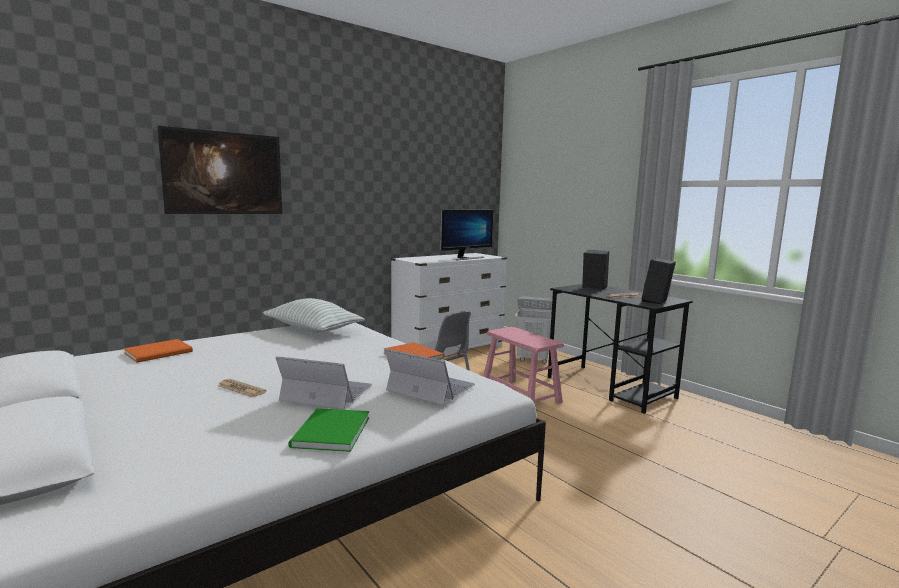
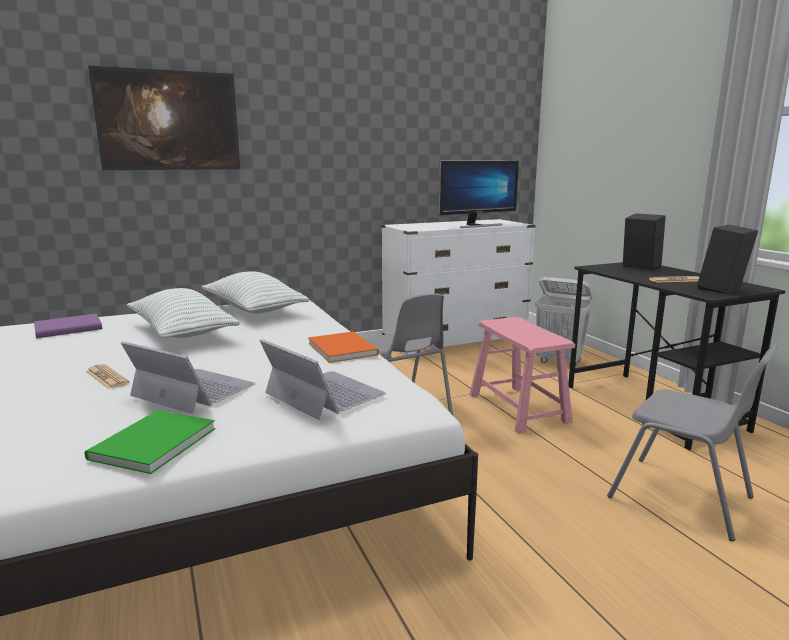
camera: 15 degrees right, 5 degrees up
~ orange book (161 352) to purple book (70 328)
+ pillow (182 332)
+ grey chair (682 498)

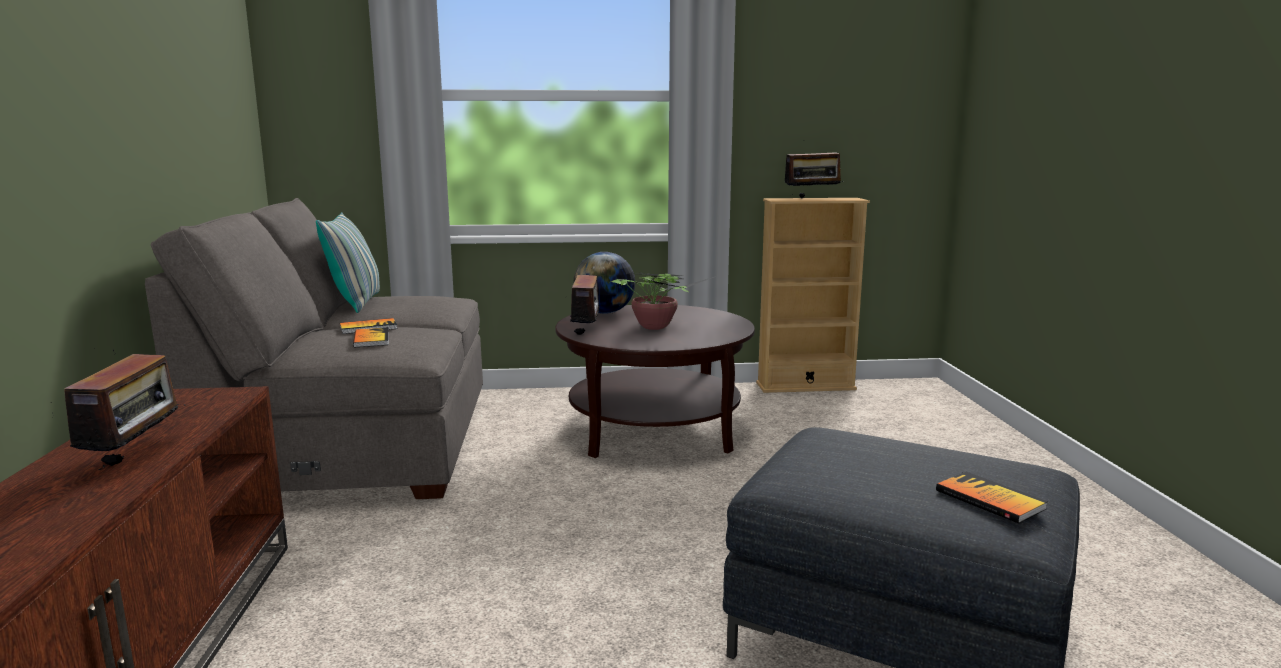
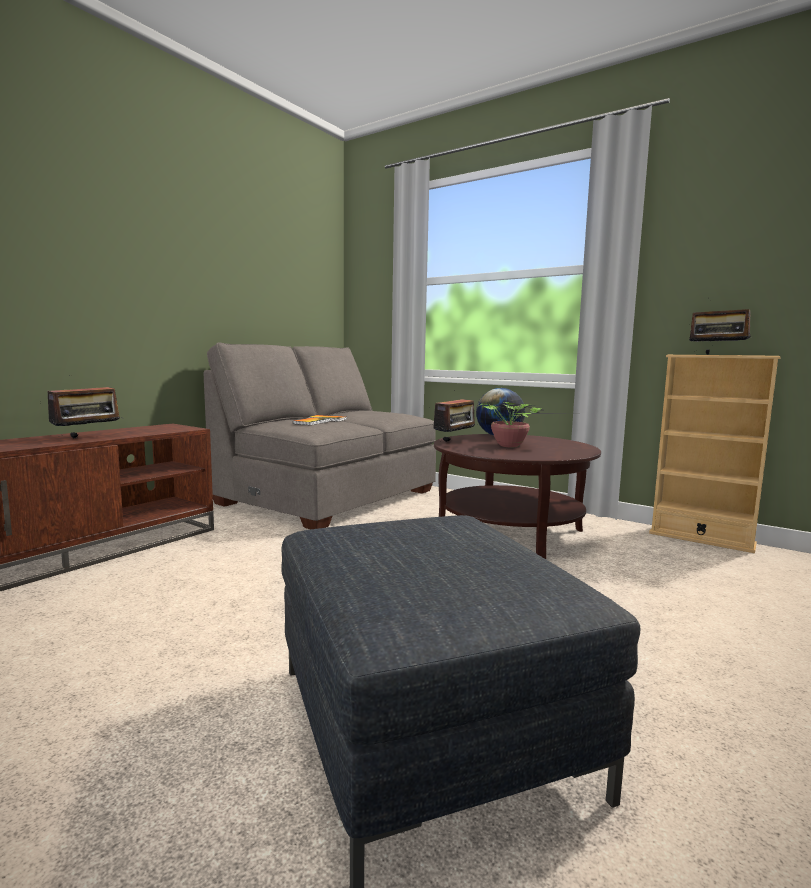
camera: 40 degrees right, 5 degrees down
- pillow (356 303)
- book (989 499)

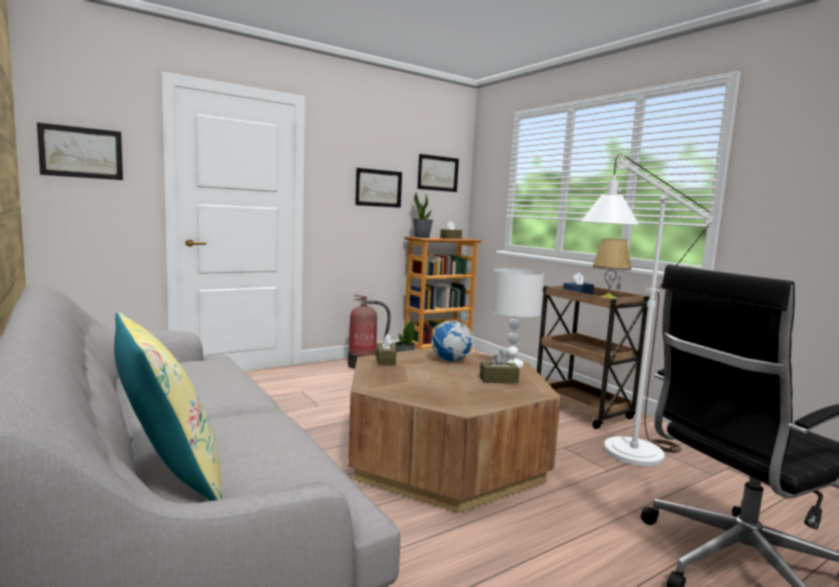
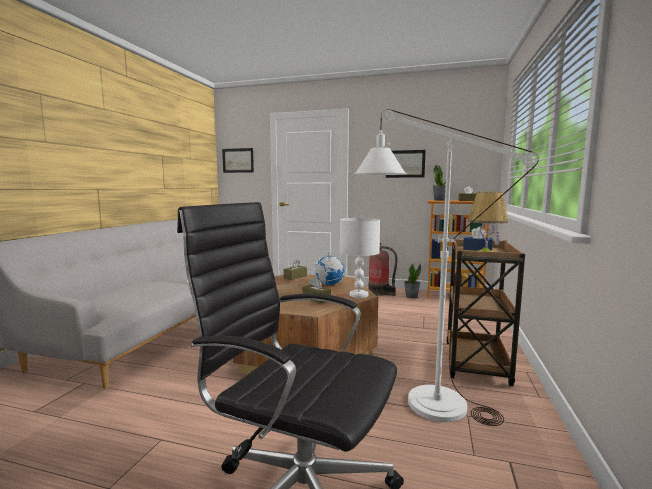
camera: 50 degrees right, 0 degrees up
- yellow pillow (167 475)
- picture (438 173)

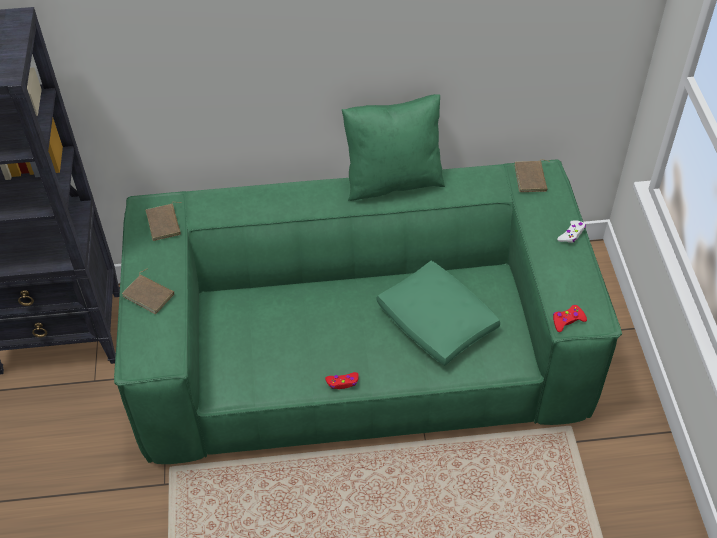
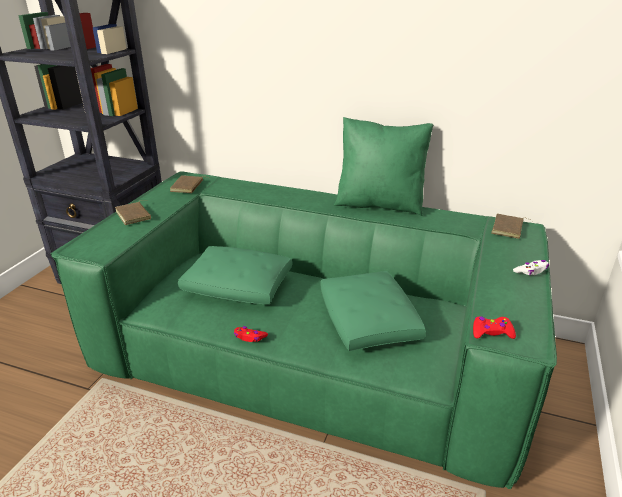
camera: 25 degrees right, 20 degrees down
+ green pillow (239 286)

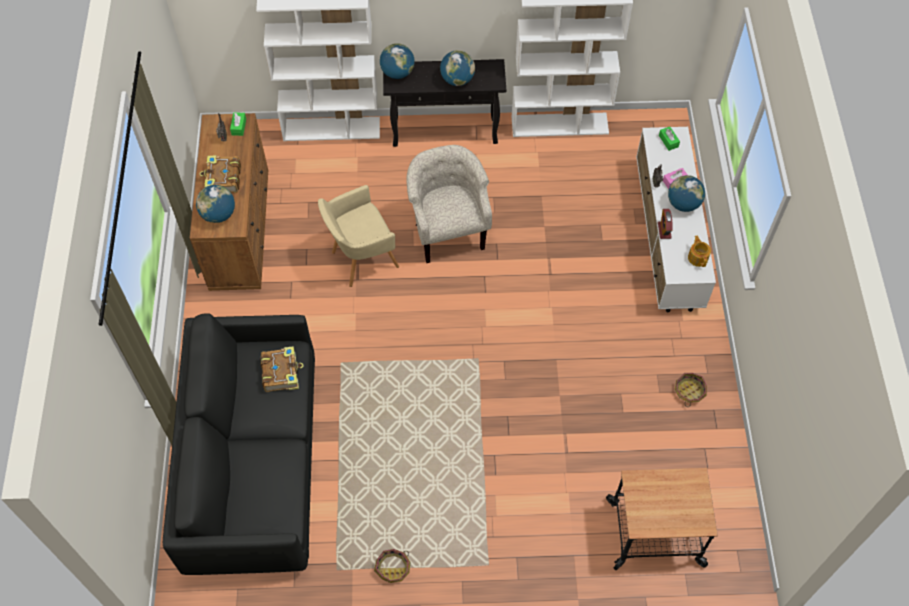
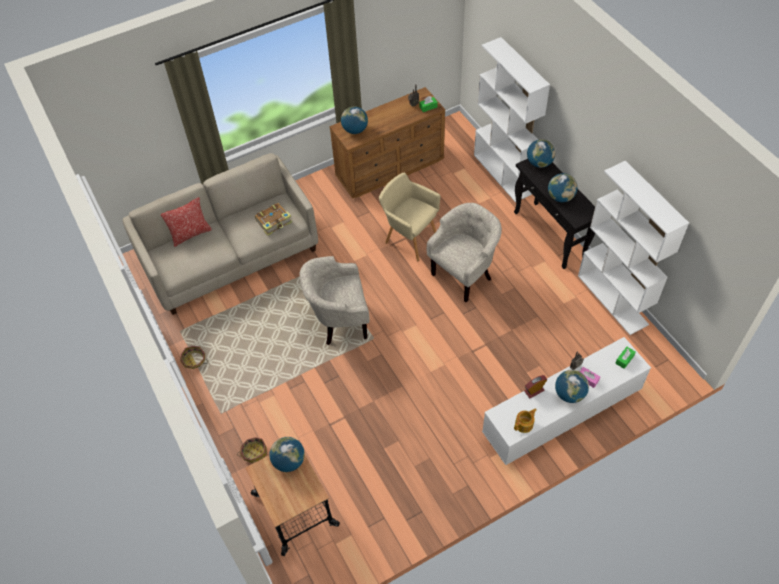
camera: 65 degrees right, 5 degrees down
~ black sofa (253 463) to beige sofa (230 255)
+ pillow (191 234)
~ basket (689 391) to (254 452)
+ globe (289 461)
+ beige armchair (339 323)
- book (223 179)

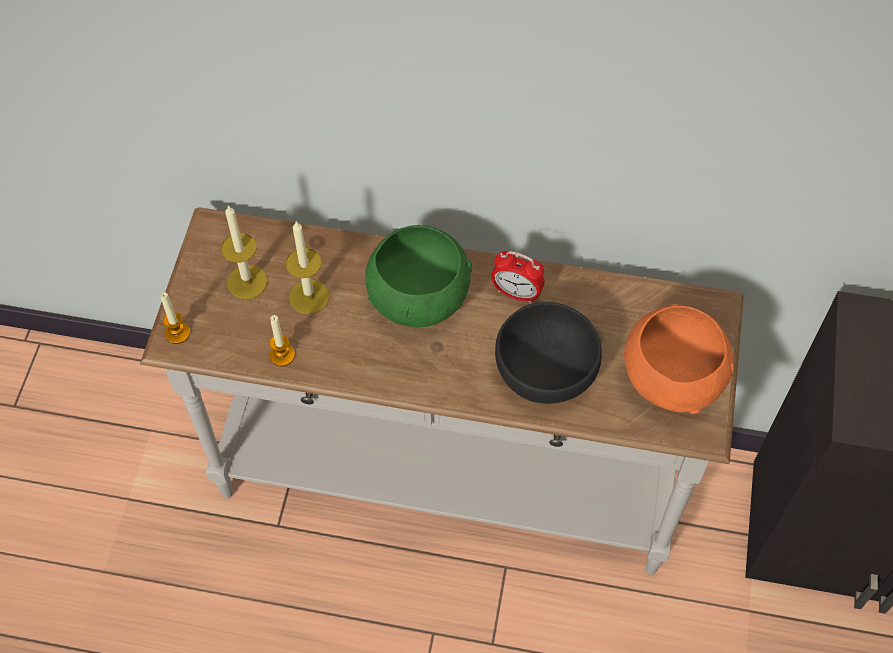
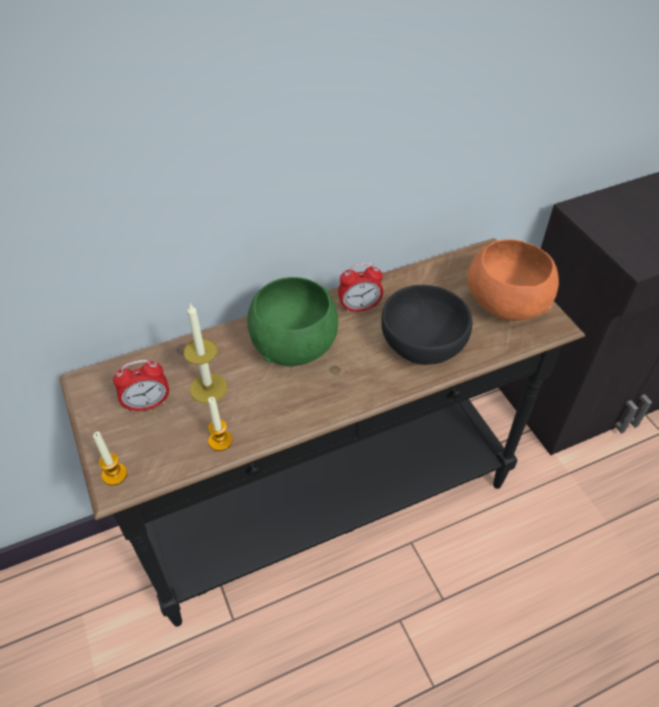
camera: 35 degrees left, 10 degrees down
~ white console table (446 480) to black console table (329 511)
~ candle (247 282) to alarm clock (147 404)

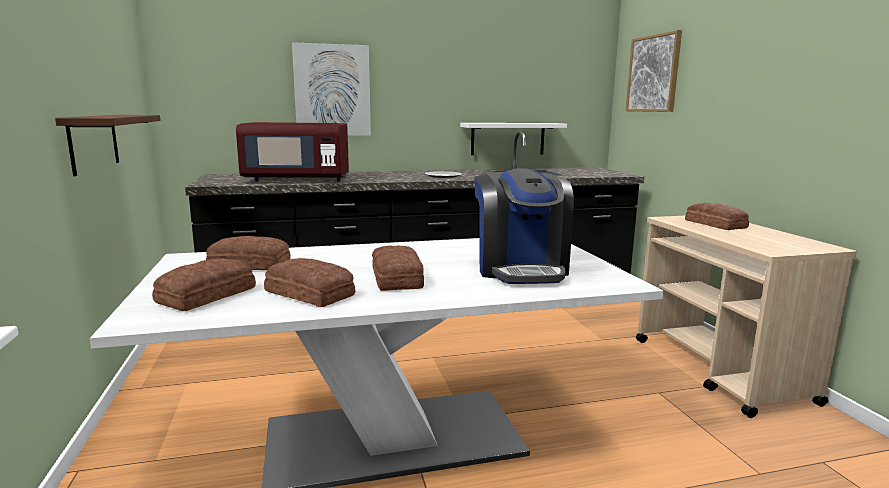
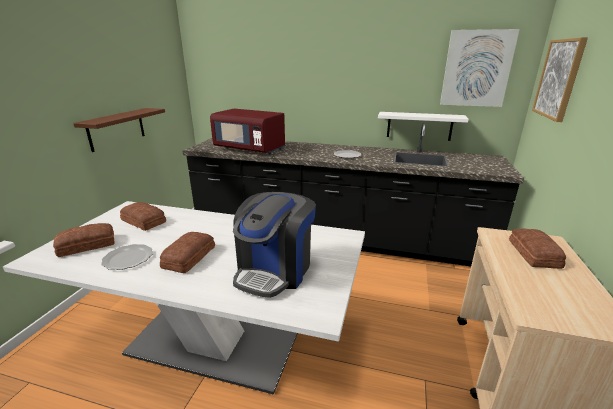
camera: 30 degrees right, 10 degrees up
~ bread (310 293) to plate (128 258)
~ picture (332 90) to (476 69)

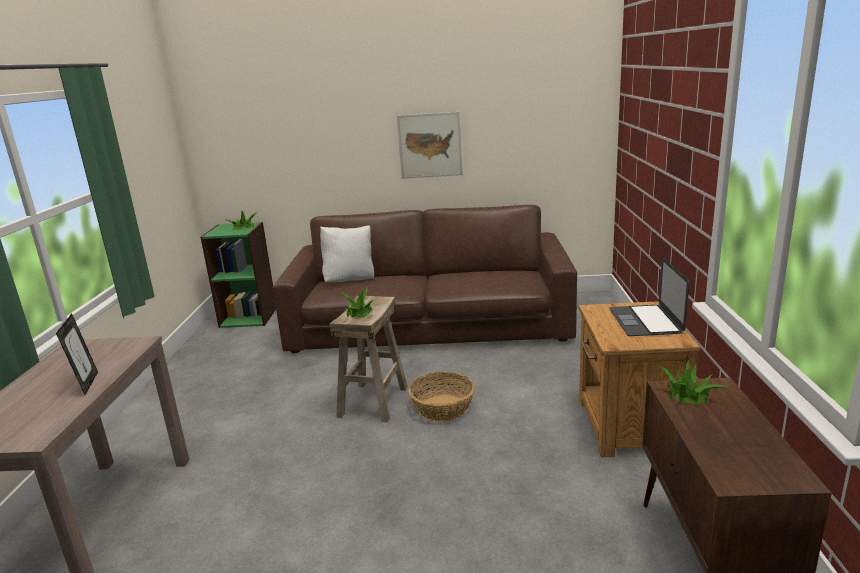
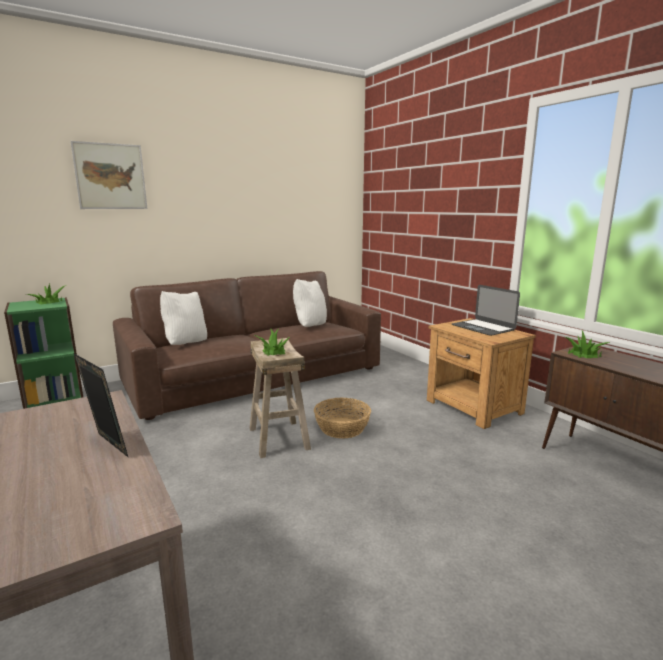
camera: 35 degrees left, 5 degrees down
~ picture (430 145) to (110 176)
+ white pillow (309 326)

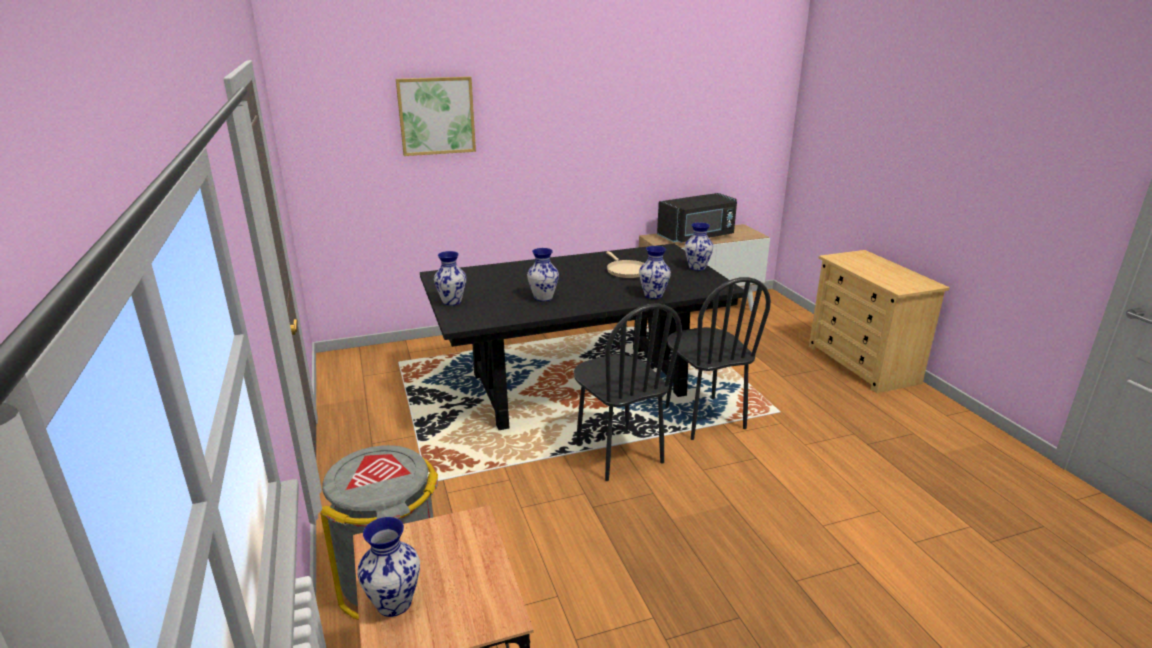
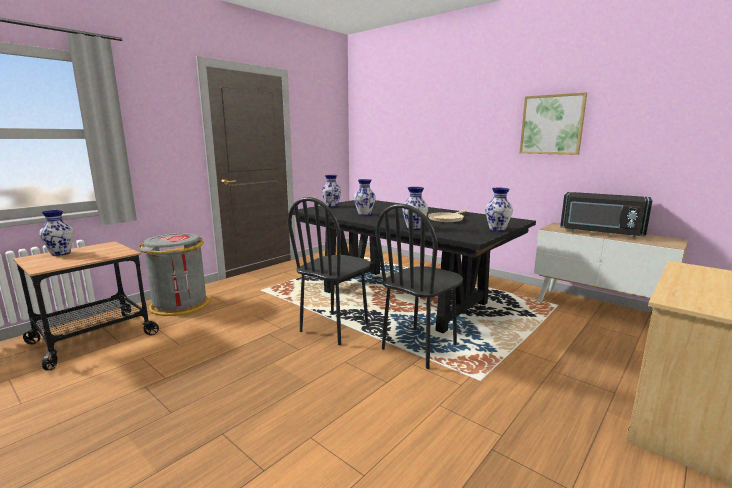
camera: 60 degrees right, 10 degrees down
~ picture (436 116) to (552 124)

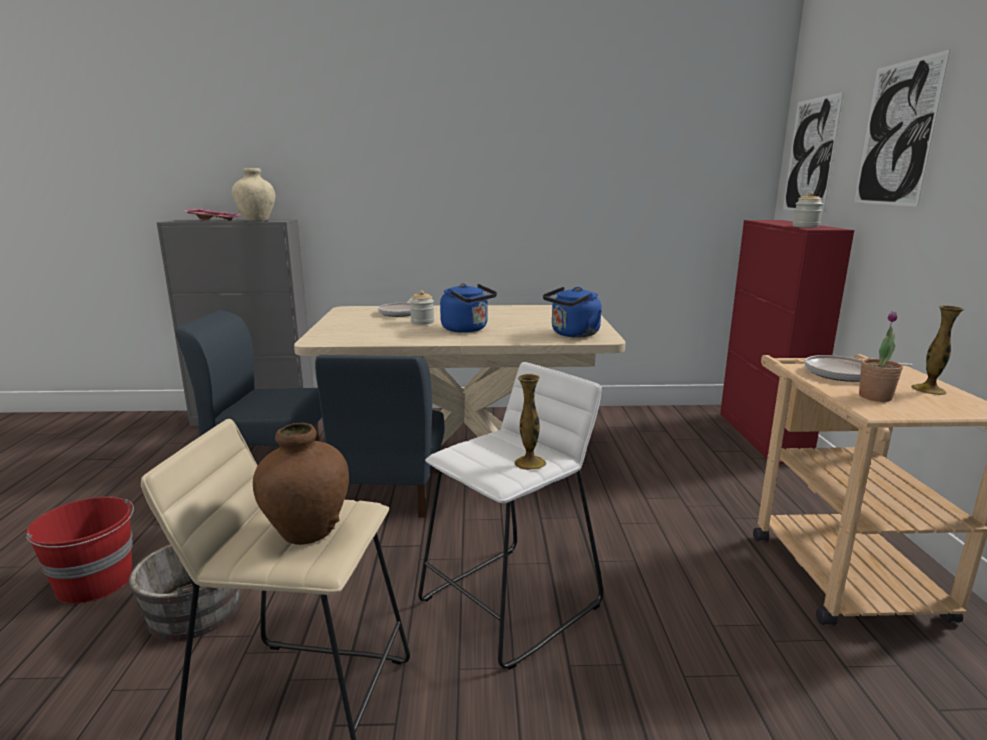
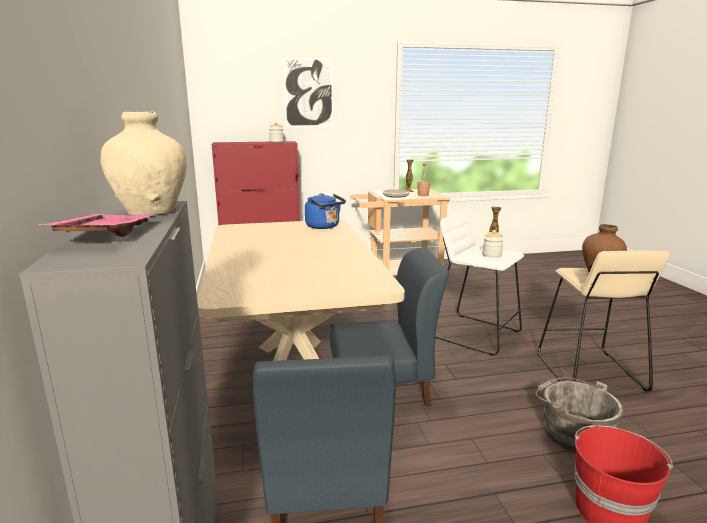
camera: 100 degrees left, 0 degrees up
~ jar (422 322) to (492 255)
- frying pan (401 312)
- blue kettle (467 329)
- picture (810 155)

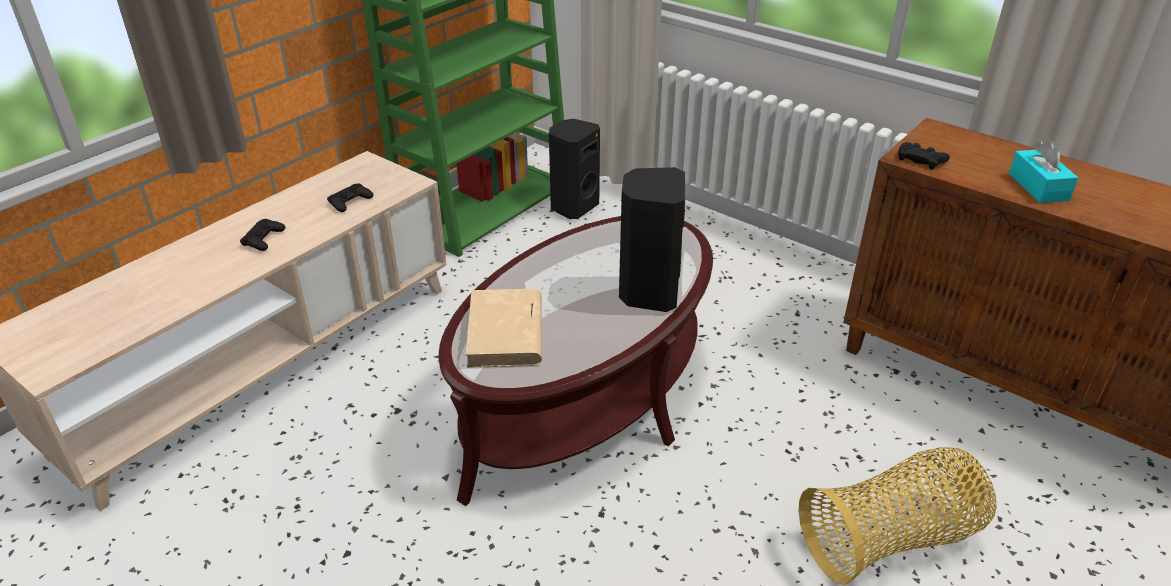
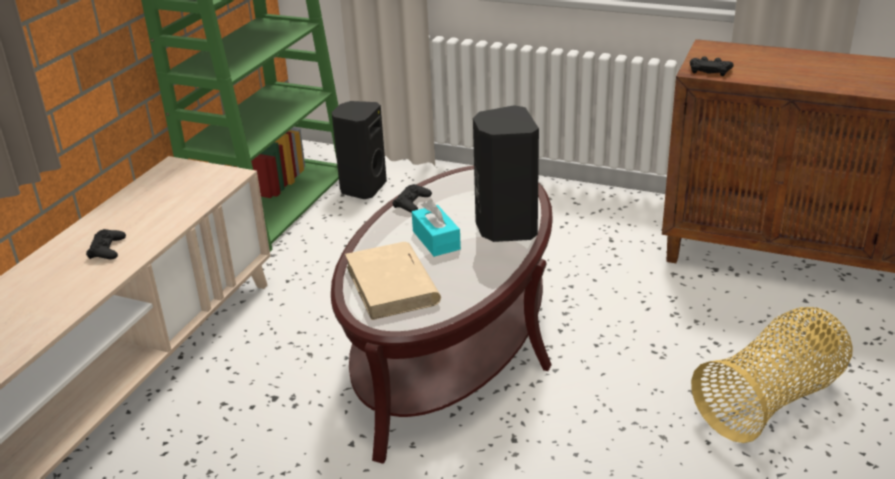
camera: 15 degrees left, 5 degrees down
~ black game controller (350 202) to (412 203)
~ turquoise tissue box (1038 187) to (436 240)

